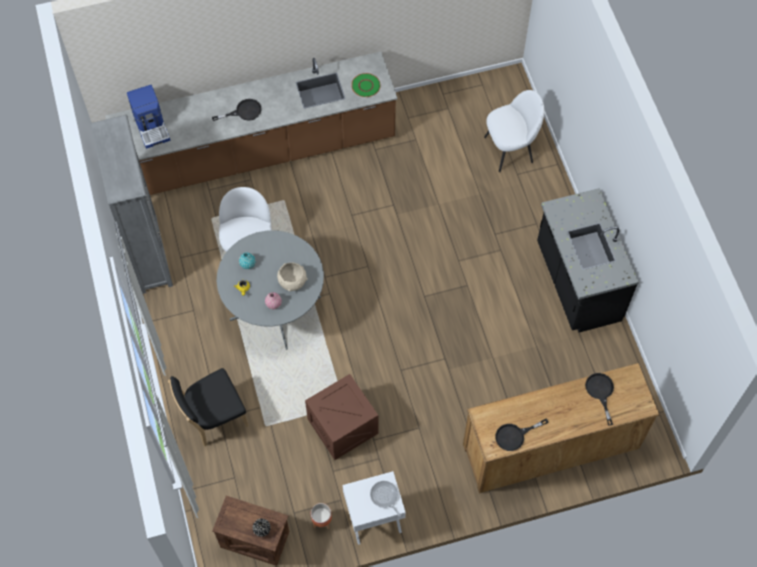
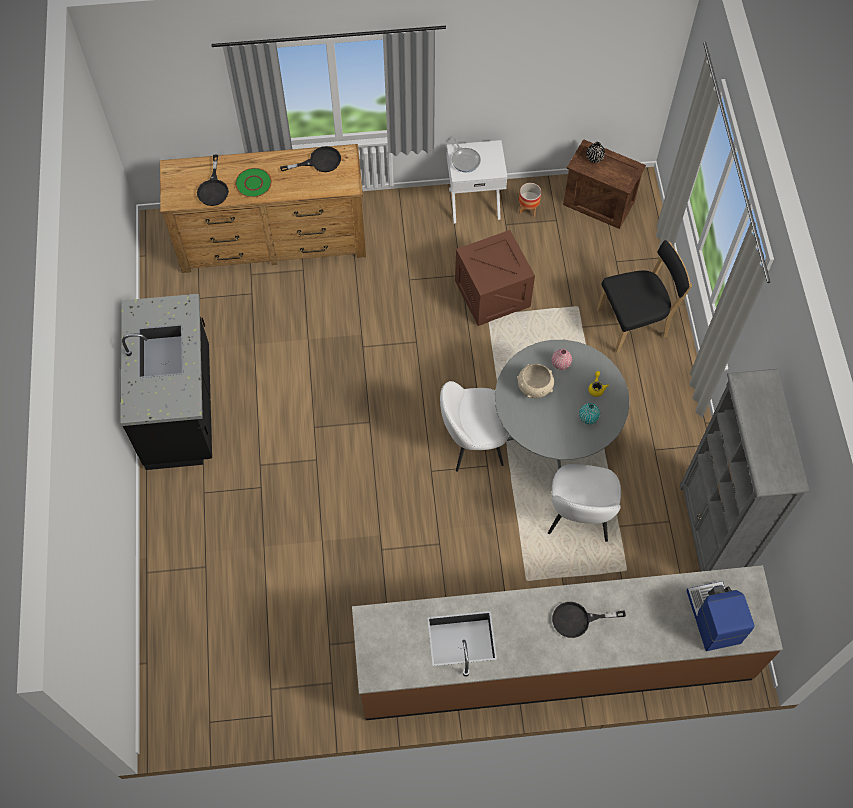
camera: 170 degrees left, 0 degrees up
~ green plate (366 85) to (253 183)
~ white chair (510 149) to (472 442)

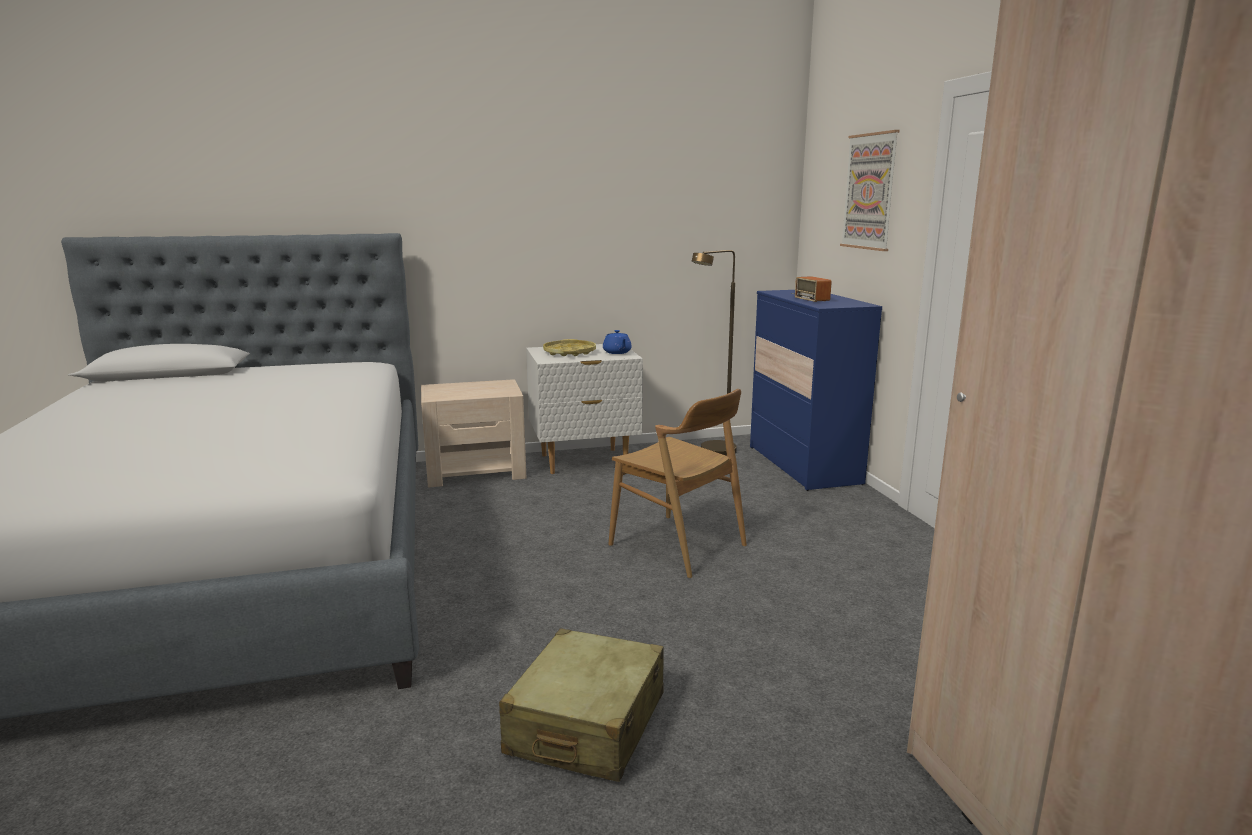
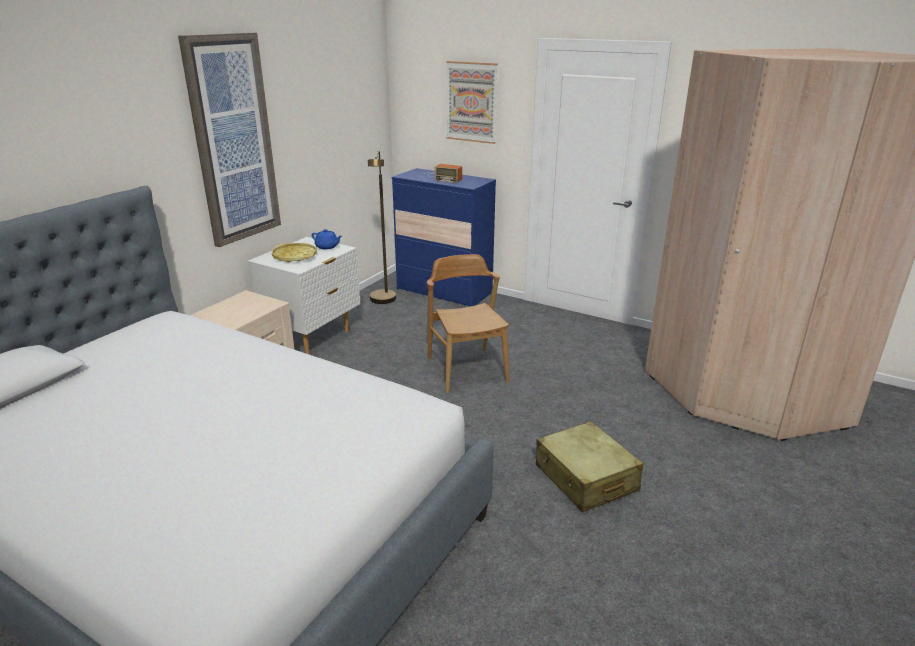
camera: 45 degrees left, 10 degrees up
+ picture (233 141)
~ brown chair (677 545) = (467 370) 105 degrees counterclockwise

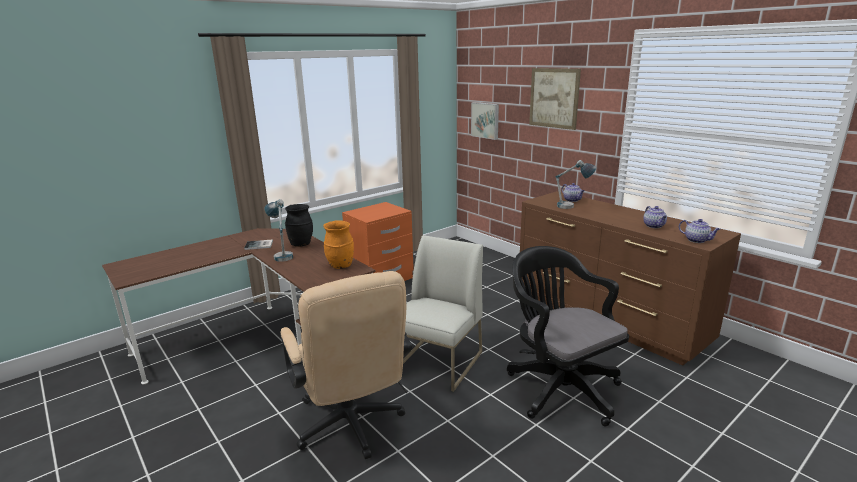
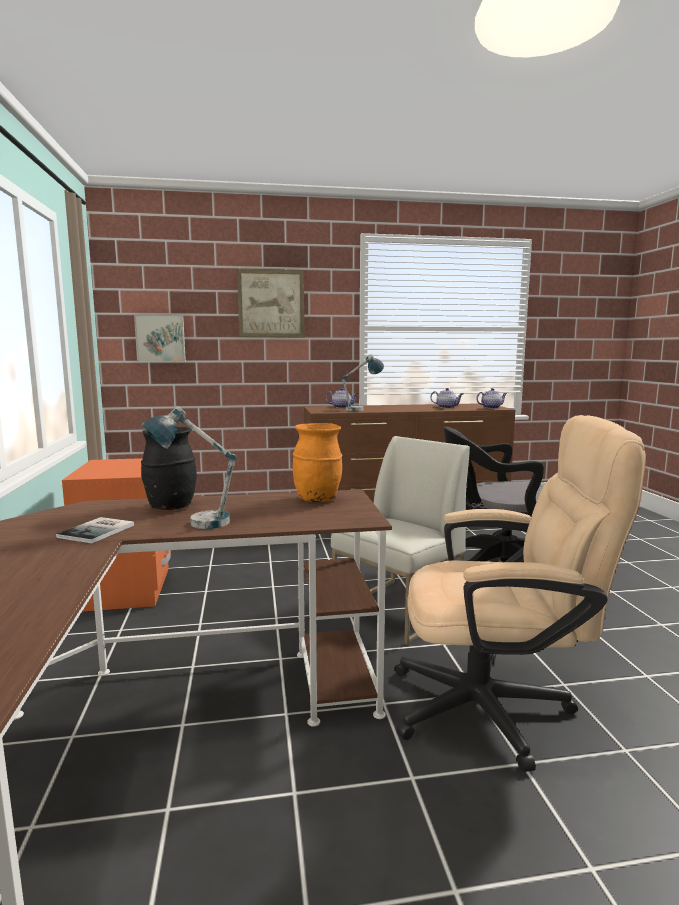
camera: 60 degrees left, 10 degrees down
~ white chair (438 363) = (399 610) 75 degrees clockwise

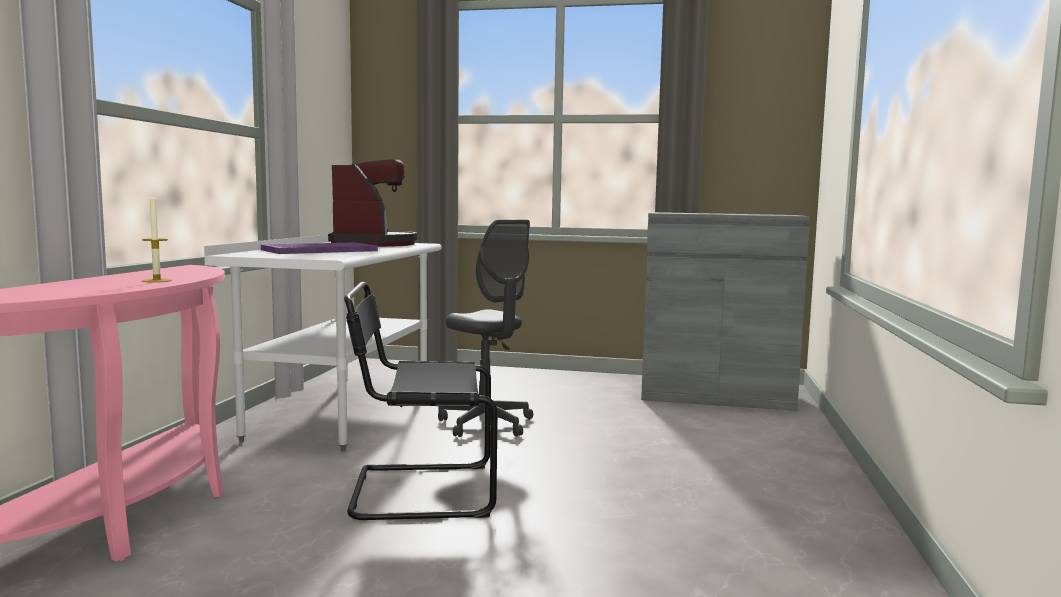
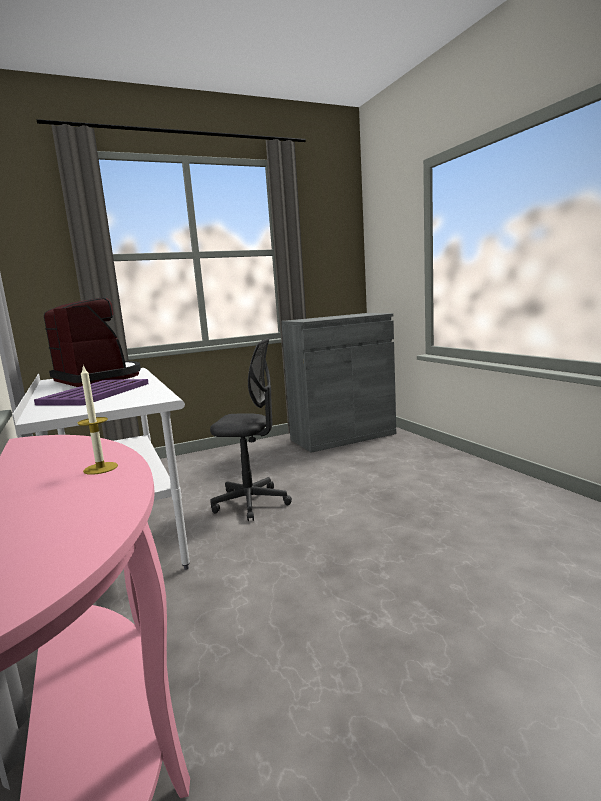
camera: 35 degrees left, 5 degrees up
- black chair (417 492)

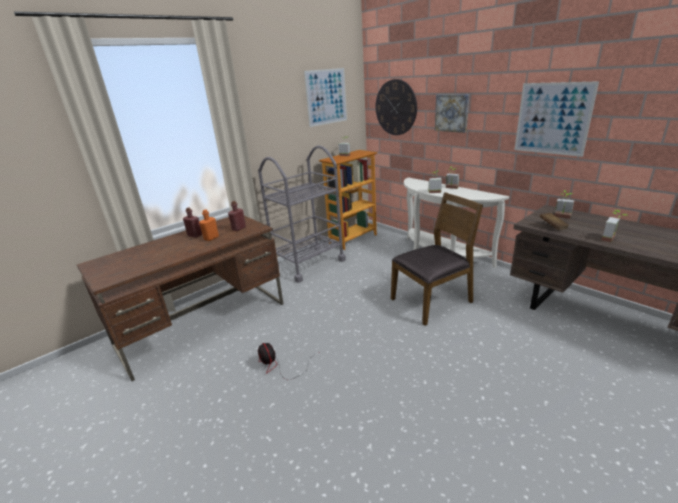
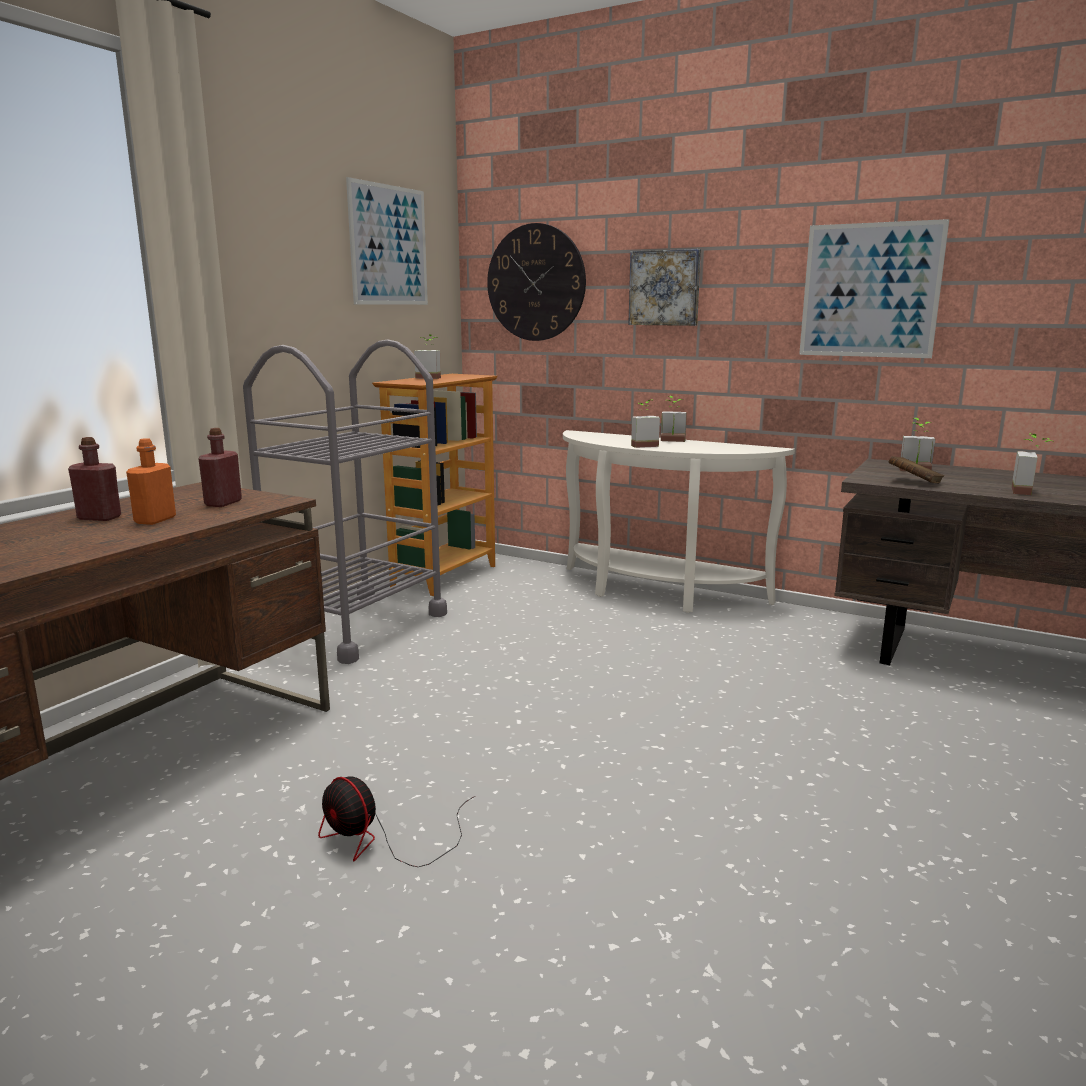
camera: 20 degrees left, 10 degrees down
- brown chair (432 301)

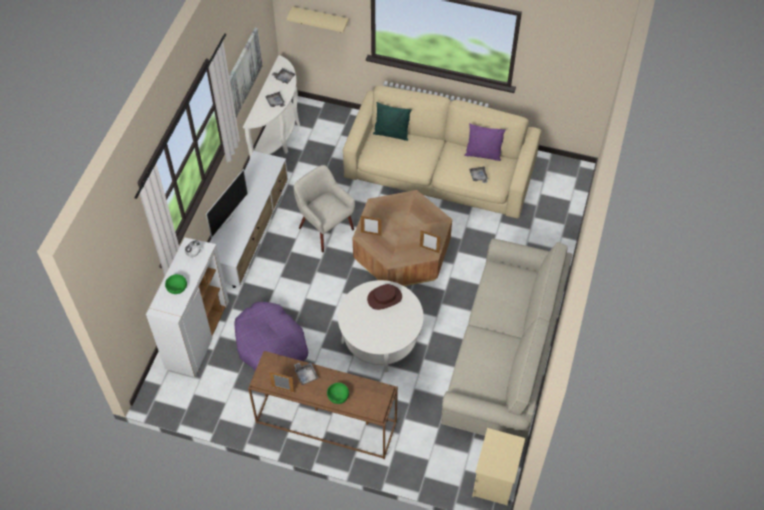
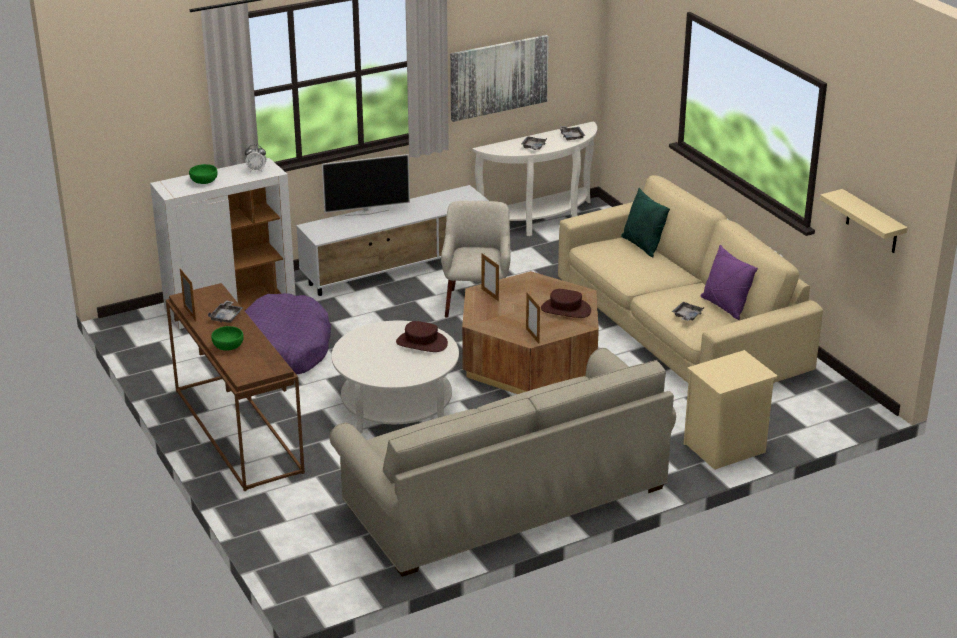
camera: 45 degrees right, 25 degrees down
+ brown hat (565 310)
~ beige nightstand (495 481) to (724 449)
~ beige shelf (320 19) to (872 222)

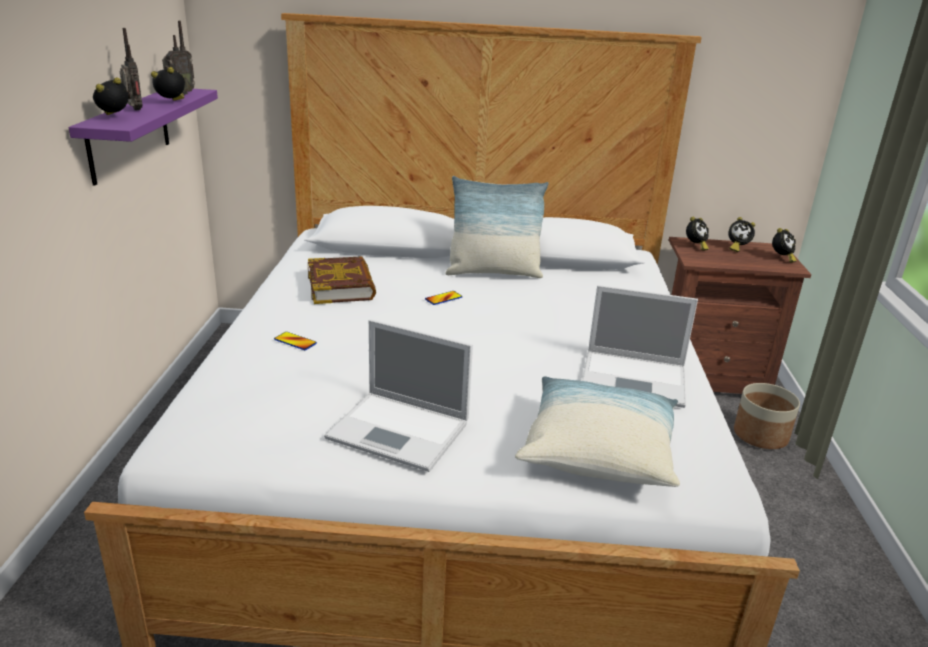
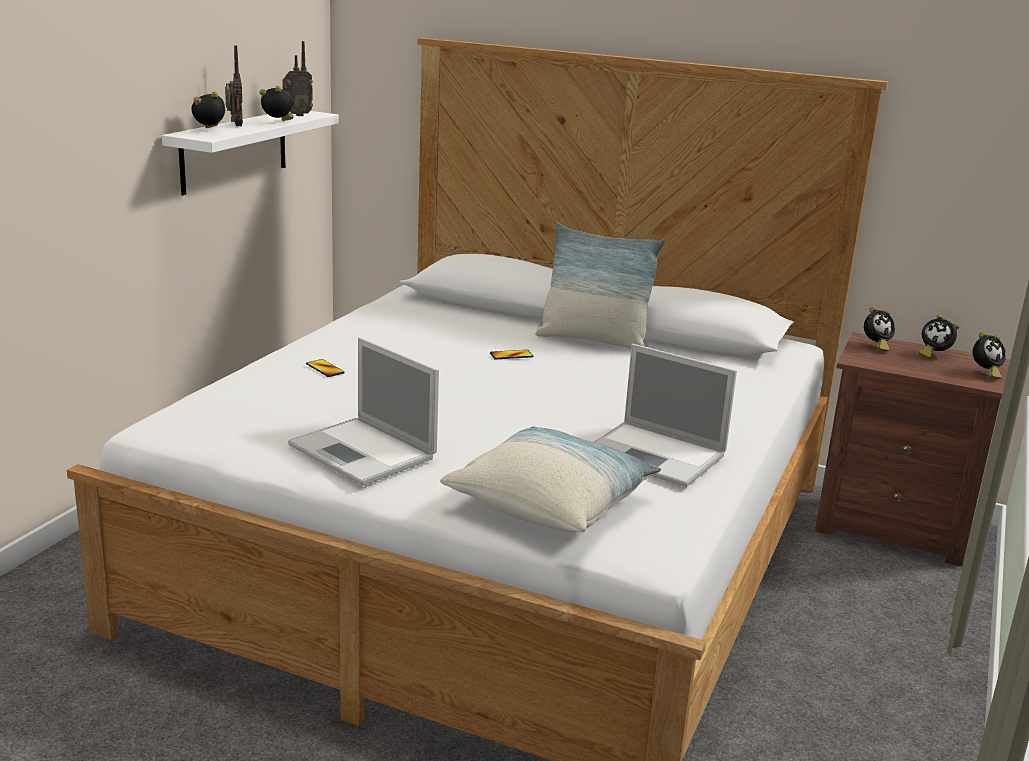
camera: 20 degrees right, 5 degrees down
~ purple shelf (129 134) to white shelf (234 150)
- book (341 286)
- planter (761 435)

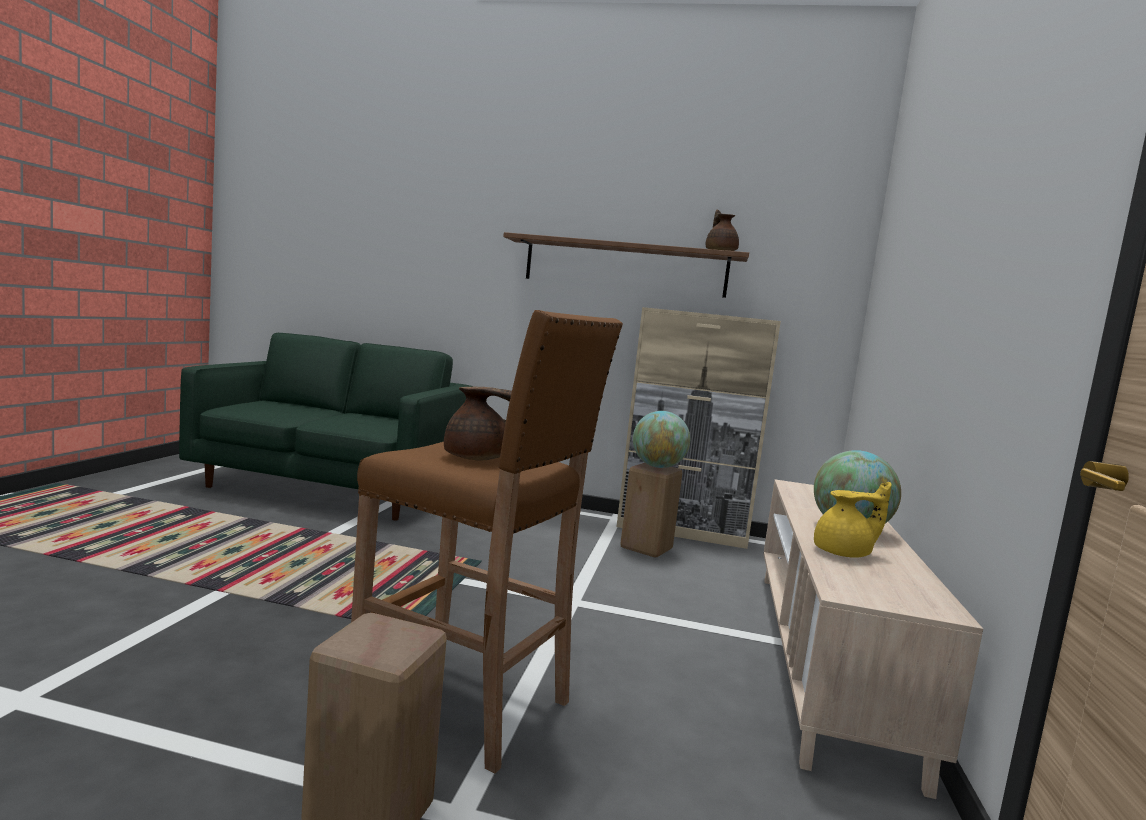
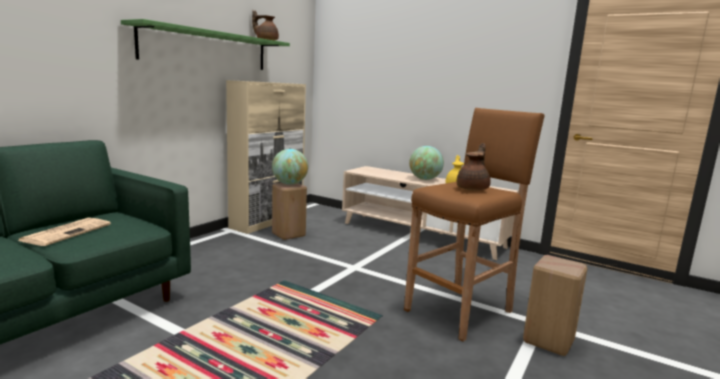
camera: 70 degrees left, 5 degrees up
+ newspaper (67 232)
~ brown shelf (625 267) to green shelf (207 49)

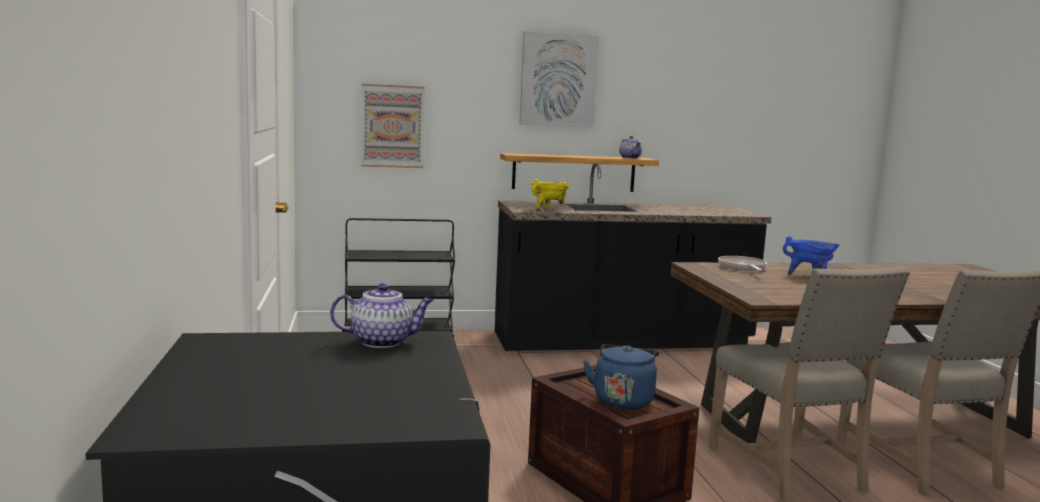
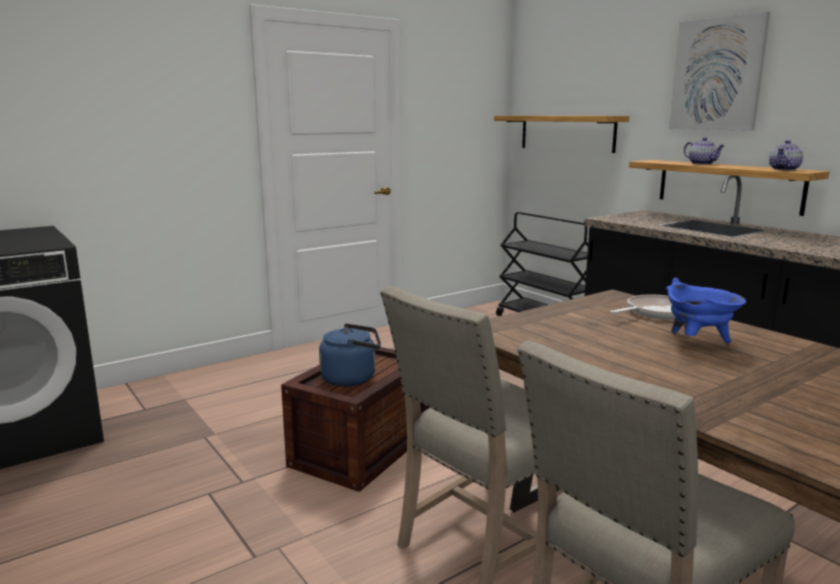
camera: 65 degrees right, 5 degrees up
~ picture (392 126) to shelf (566 133)
~ teapot (383 341) to (702 164)
- yellow cooking pot (549 210)

